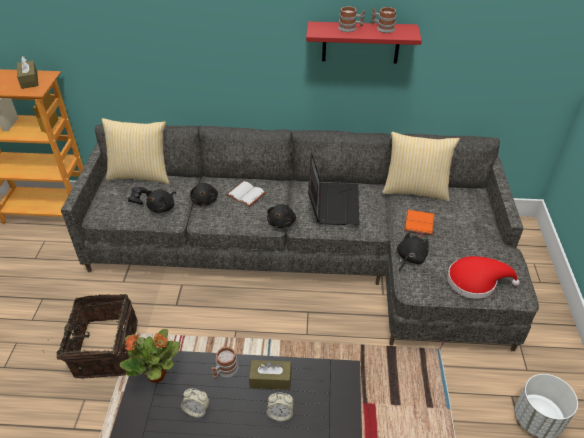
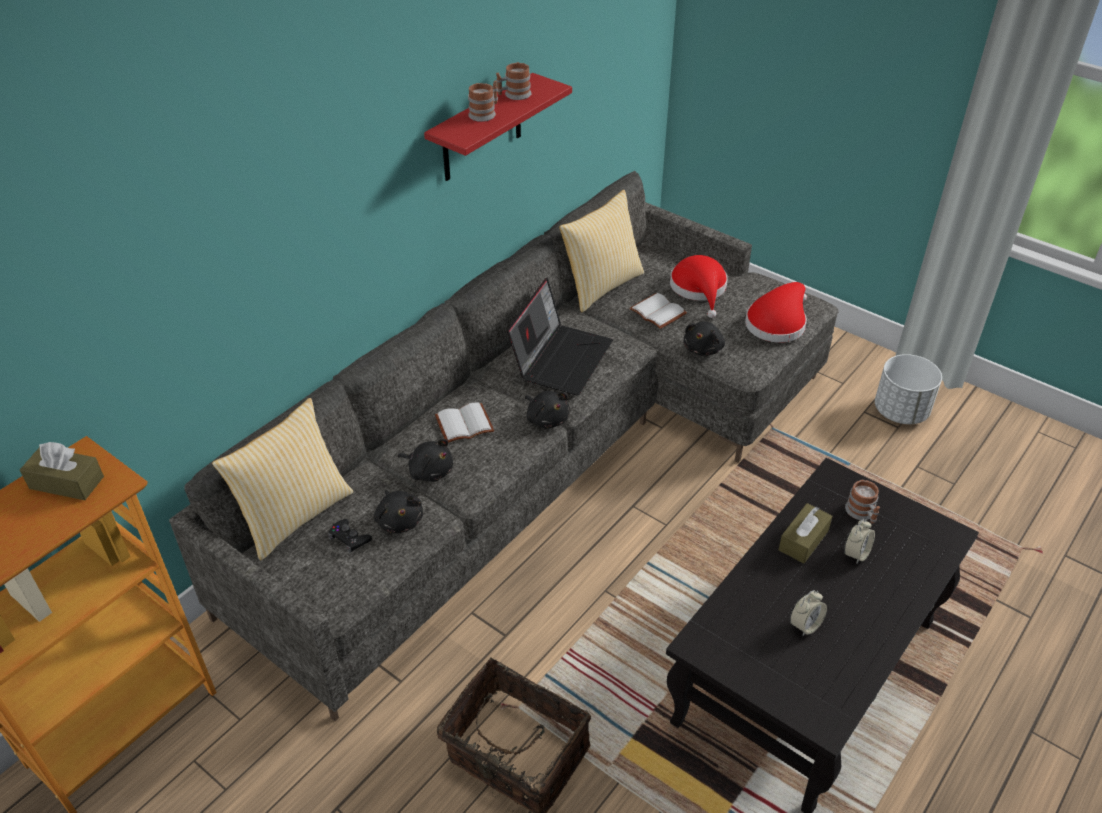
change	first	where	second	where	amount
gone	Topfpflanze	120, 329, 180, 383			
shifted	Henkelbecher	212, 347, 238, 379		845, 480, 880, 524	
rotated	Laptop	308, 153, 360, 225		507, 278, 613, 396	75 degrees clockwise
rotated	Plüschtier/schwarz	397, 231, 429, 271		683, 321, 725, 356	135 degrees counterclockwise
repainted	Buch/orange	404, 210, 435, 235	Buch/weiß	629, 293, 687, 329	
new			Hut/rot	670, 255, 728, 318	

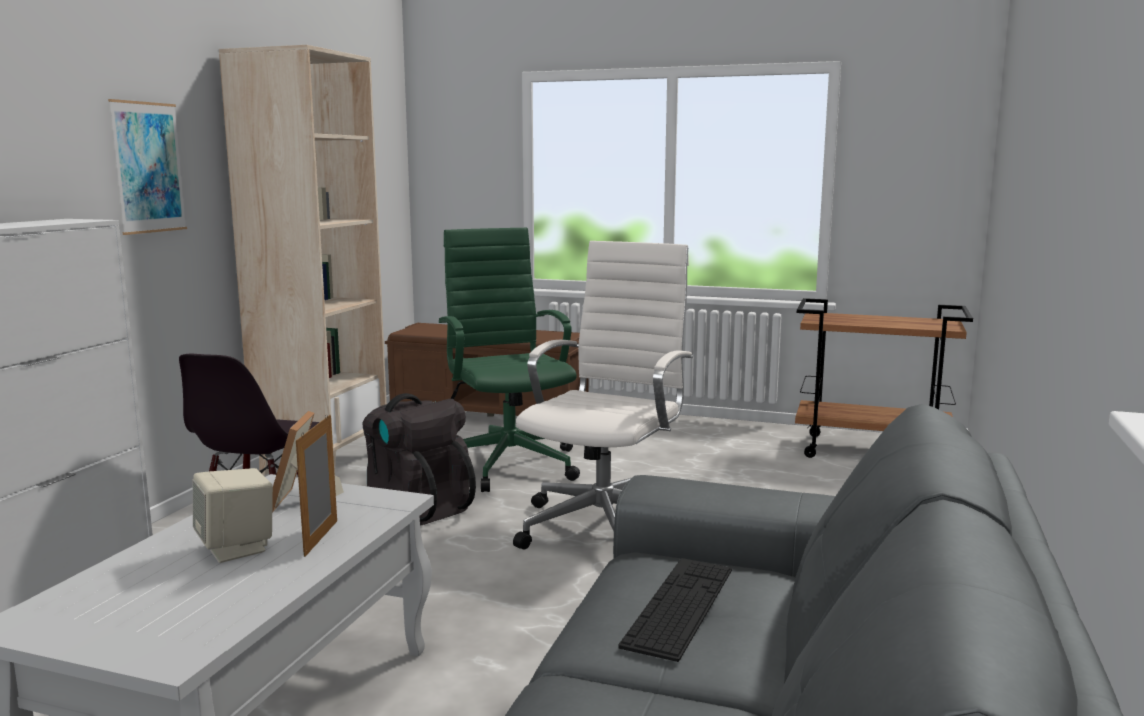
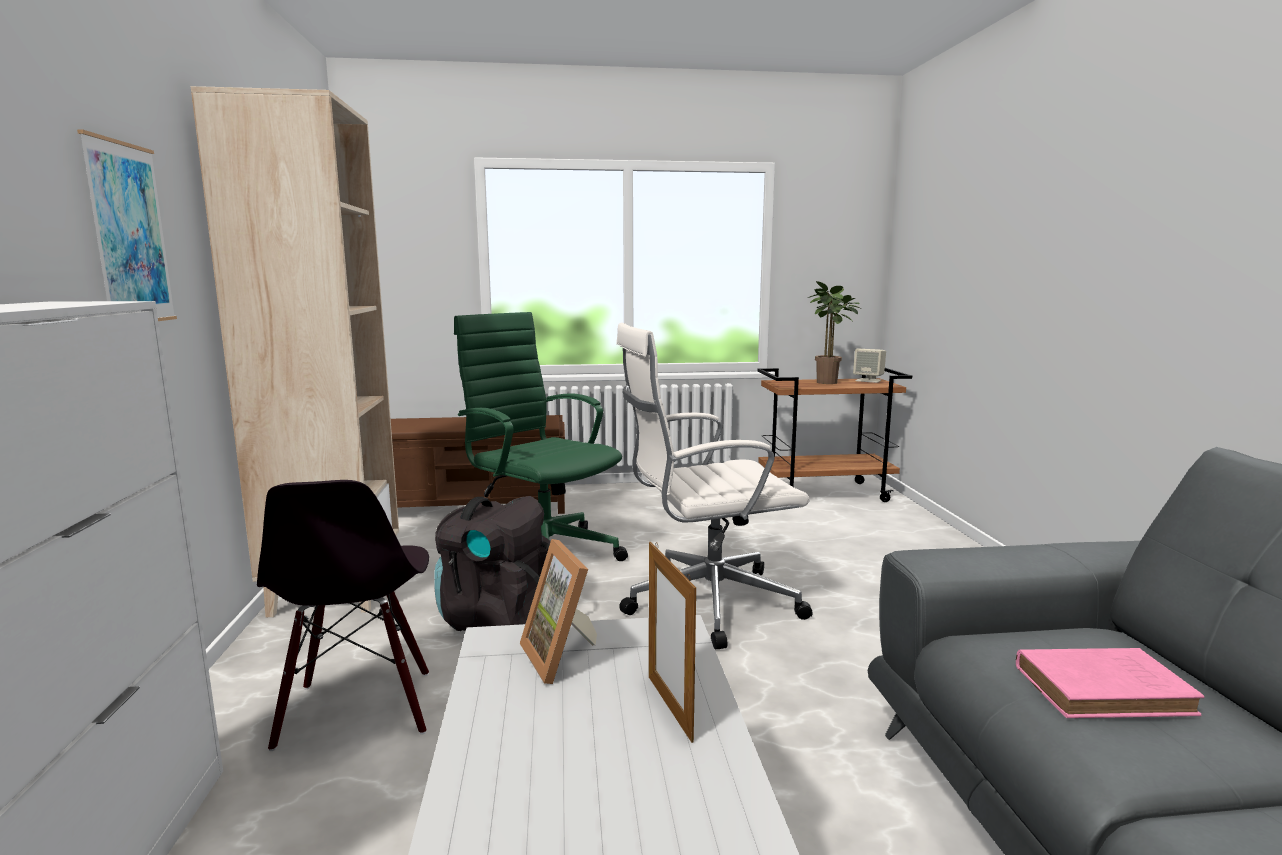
change	first	where	second	where	amount
shifted	Lautsprecher/beige	193, 468, 273, 563		853, 348, 886, 383	
rotated	Bürostuhl/weiß	513, 241, 693, 550		616, 323, 813, 650	105 degrees counterclockwise
swapped	Tastatur	618, 558, 732, 662	Buch/rosa	1016, 648, 1204, 718	
new			Topfpflanze	808, 281, 862, 384	

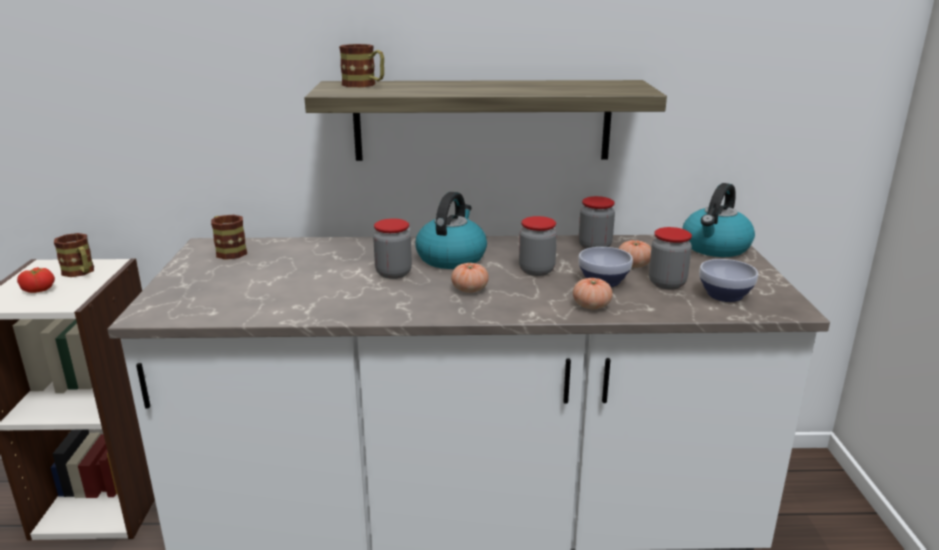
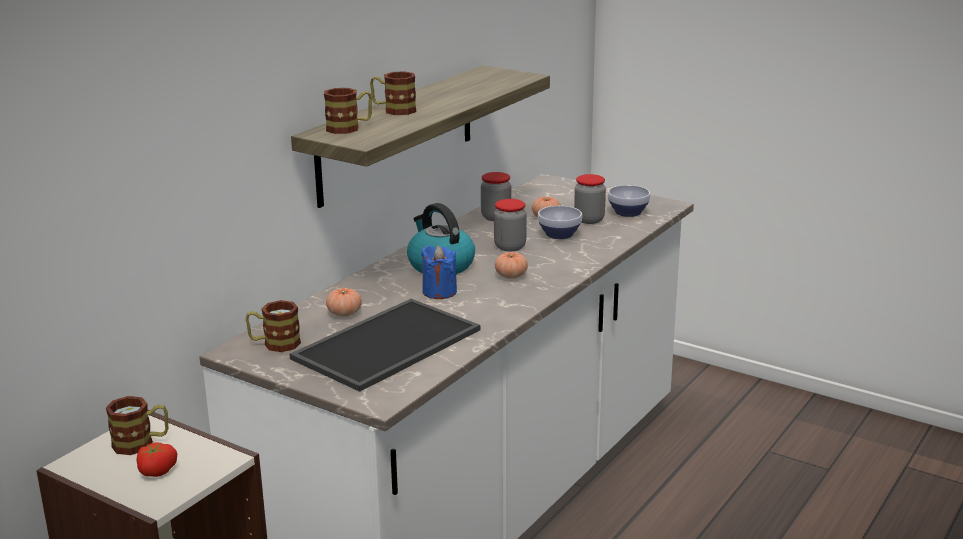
change	first	where	second	where	amount
swapped	Vorratsglas	373, 218, 412, 279	Kerze/blau	421, 246, 457, 299	
shifted	Tomate	573, 278, 613, 309		326, 288, 362, 317	
gone	Wasserkessel	682, 183, 755, 257			
new			Tablett	290, 299, 480, 392	
new			Henkelbecher	370, 71, 416, 115	

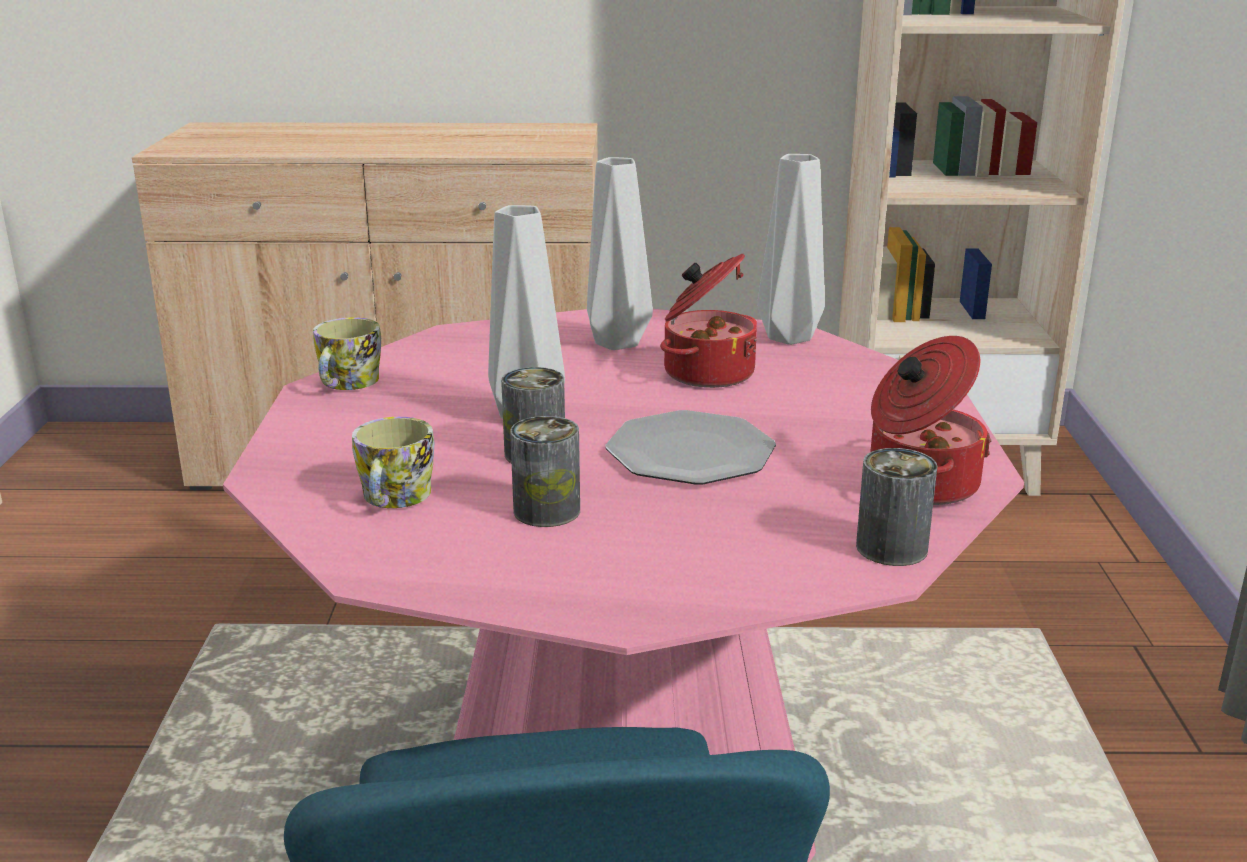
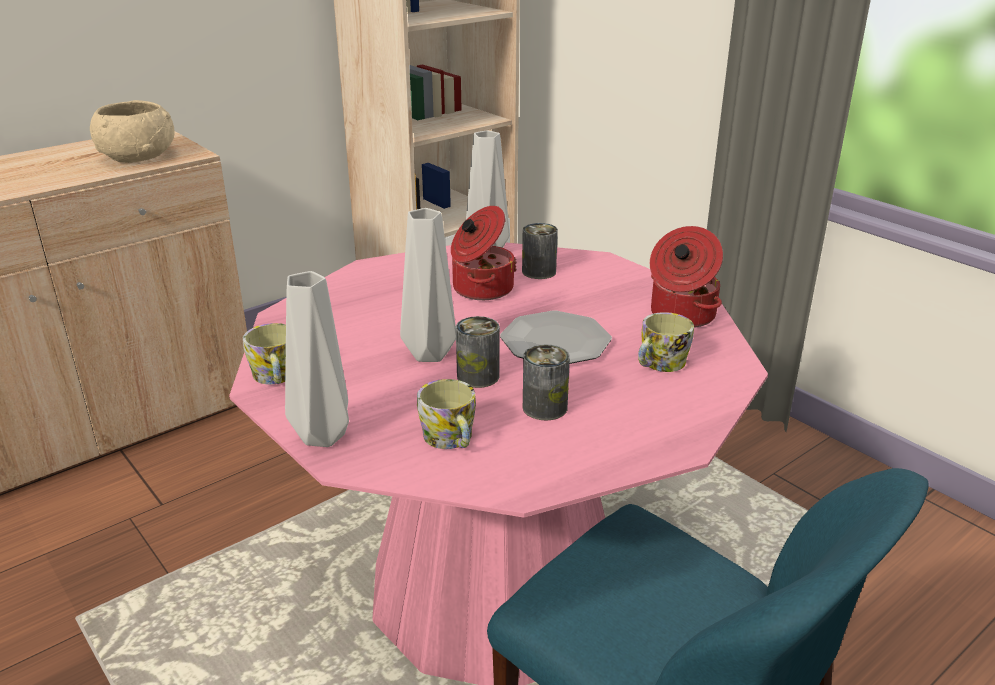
change	first	where	second	where	amount
shifted	Vase/grau	587, 157, 653, 350		285, 271, 349, 447	
shifted	Dose	856, 448, 938, 566		522, 223, 558, 279	
new			Schüssel/beige	90, 100, 174, 163	
new			Henkelbecher	638, 312, 694, 372	

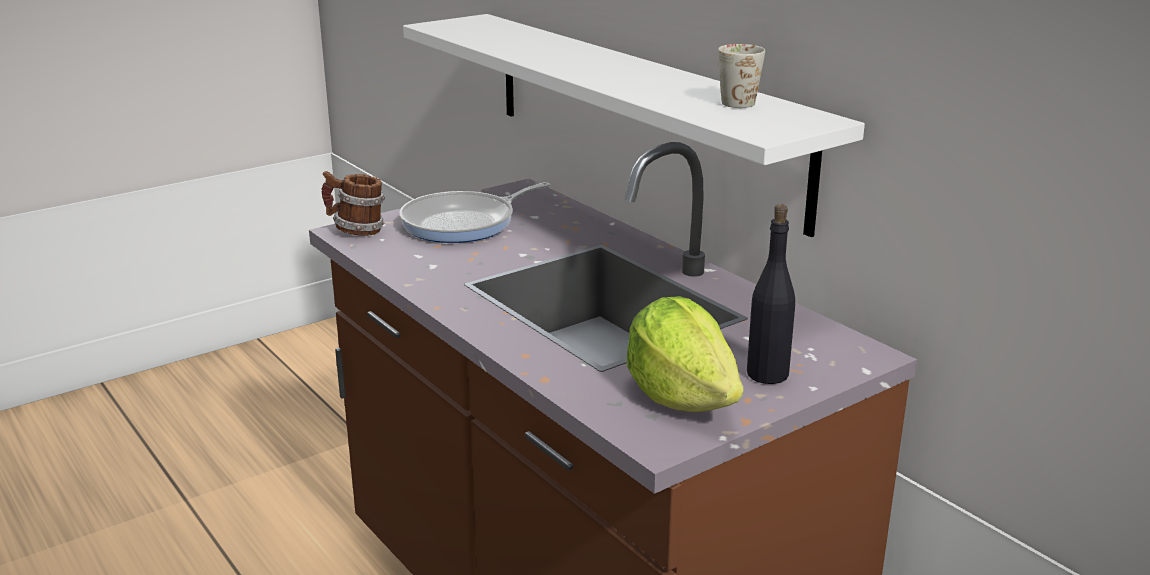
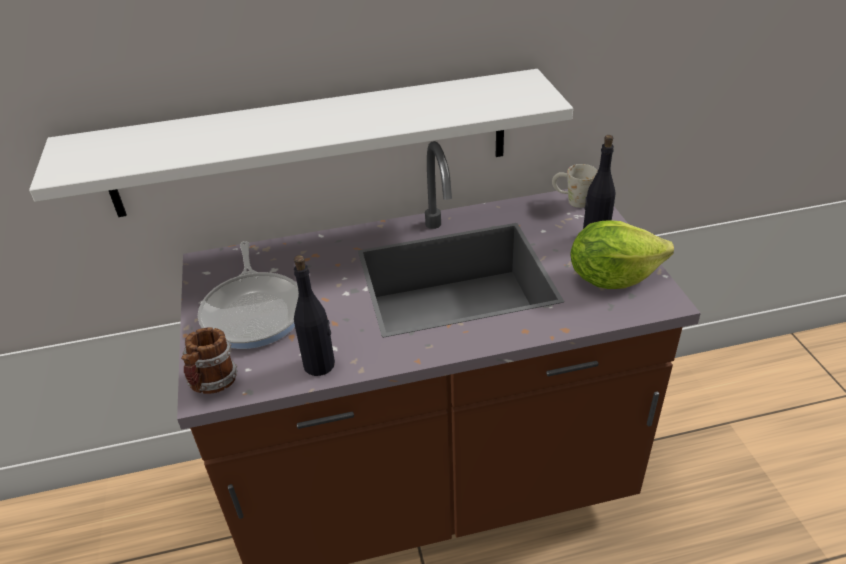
change	first	where	second	where	amount
shifted	Henkelbecher/weiß	718, 44, 765, 108		552, 164, 598, 208	
new			Flasche/schwarz	294, 255, 335, 376	

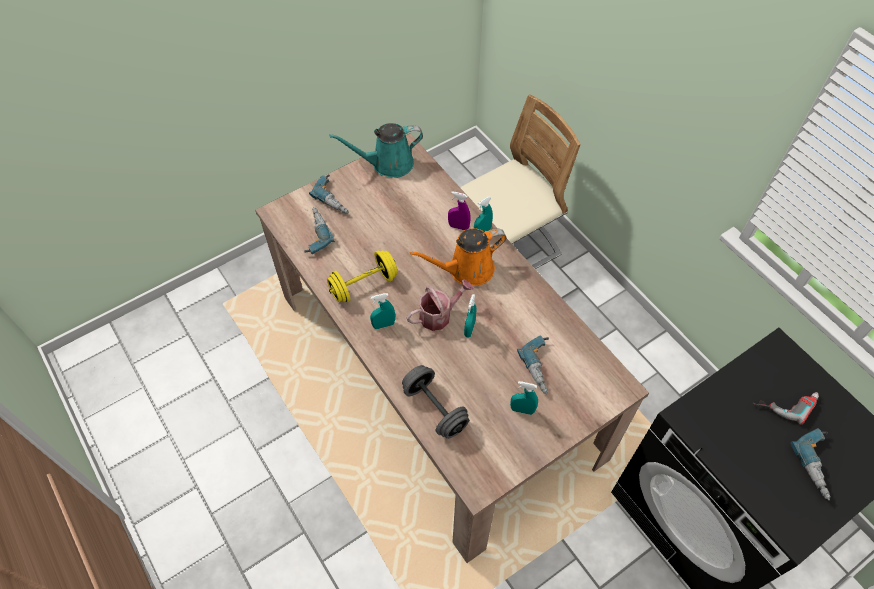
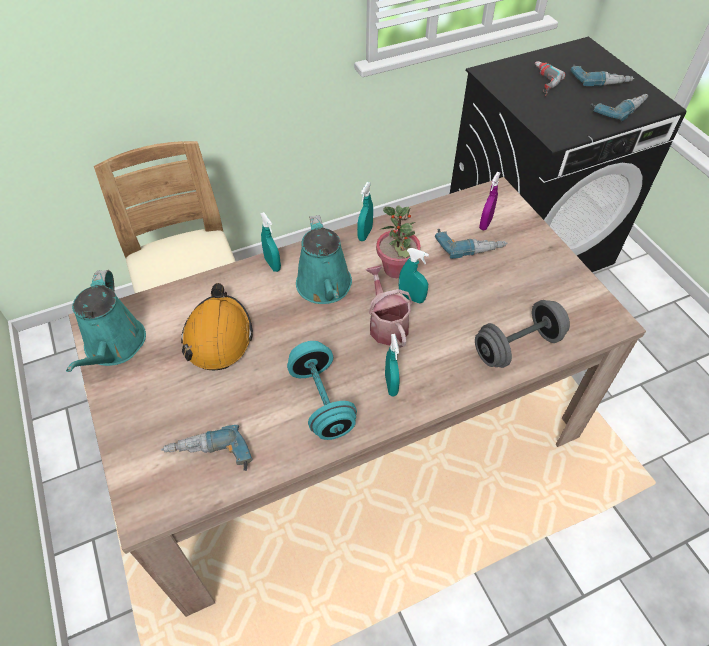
change	first	where	second	where	amount
shifted	Bohrmaschine	309, 174, 349, 214		590, 94, 648, 121	
repainted	Hantel/gelb	327, 250, 398, 302	Hantel/türkis	287, 341, 357, 440	
repainted	Gießkanne/orange	410, 228, 507, 286	Gießkanne/türkis	296, 215, 352, 304	
shifted	Sprühflasche/lila	448, 191, 471, 230		479, 172, 501, 230	
shifted	Sprühflasche/türkis	510, 381, 538, 415		357, 182, 373, 241	
new			Schutzhelm/orange	181, 283, 253, 370	
new			Topfpflanze	376, 205, 421, 278	

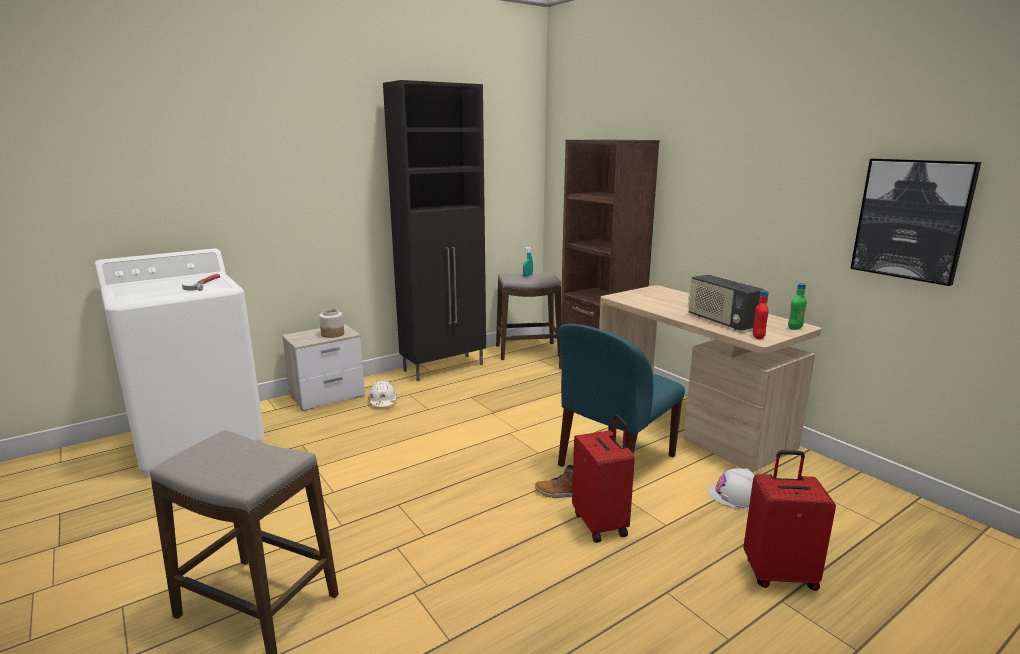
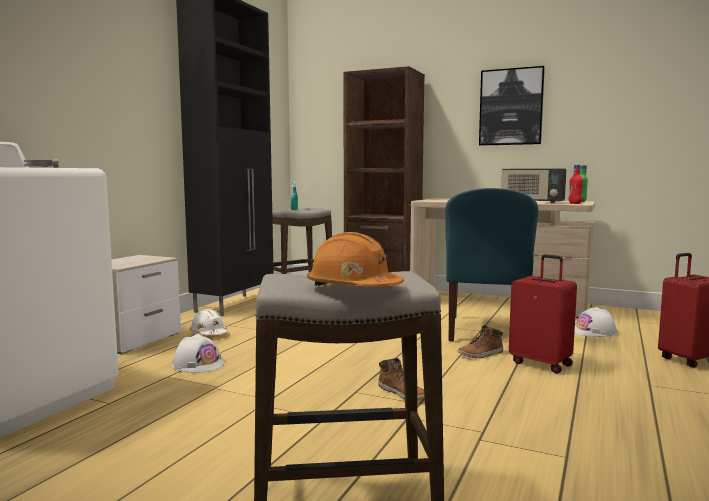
change	first	where	second	where	amount
gone	Vorratsglas	319, 309, 344, 338			
shifted	Bild	850, 159, 981, 286		479, 66, 545, 146	
new			Schutzhelm/weiß	172, 334, 224, 373	
new			Schutzhelm/orange	307, 232, 404, 287	
new			Stiefel	378, 358, 425, 400	

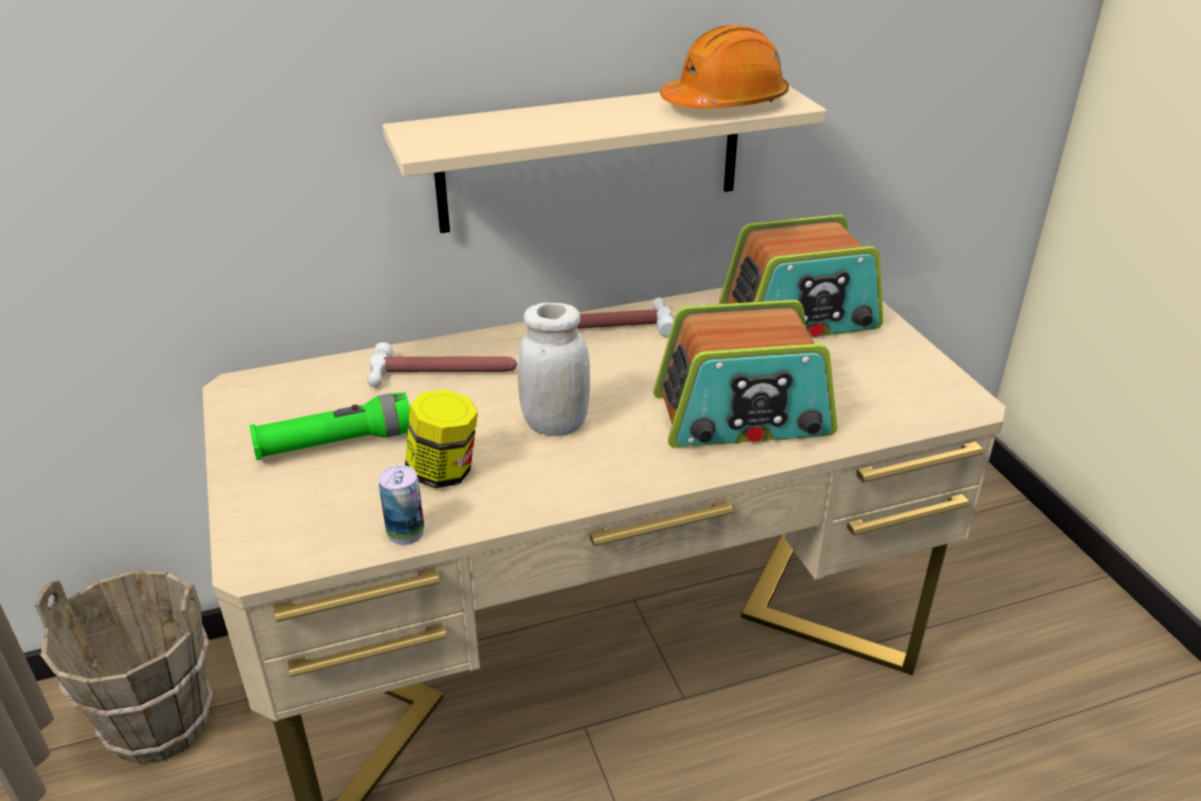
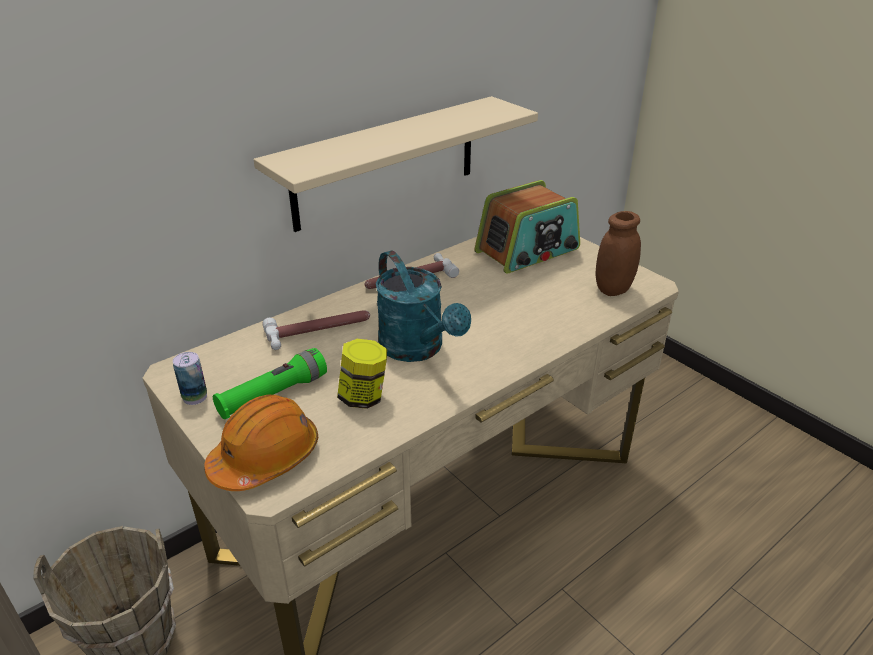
change	first	where	second	where	amount
shifted	Dose	379, 465, 424, 545		173, 352, 207, 405	
swapped	Vorratsglas/weiß	518, 303, 590, 436	Gießkanne/türkis	376, 250, 471, 362	
gone	Radio	654, 300, 838, 448			
shifted	Schutzhelm/orange	660, 25, 789, 109		204, 395, 318, 491	
new			Vorratsglas/braun	595, 211, 641, 296	

